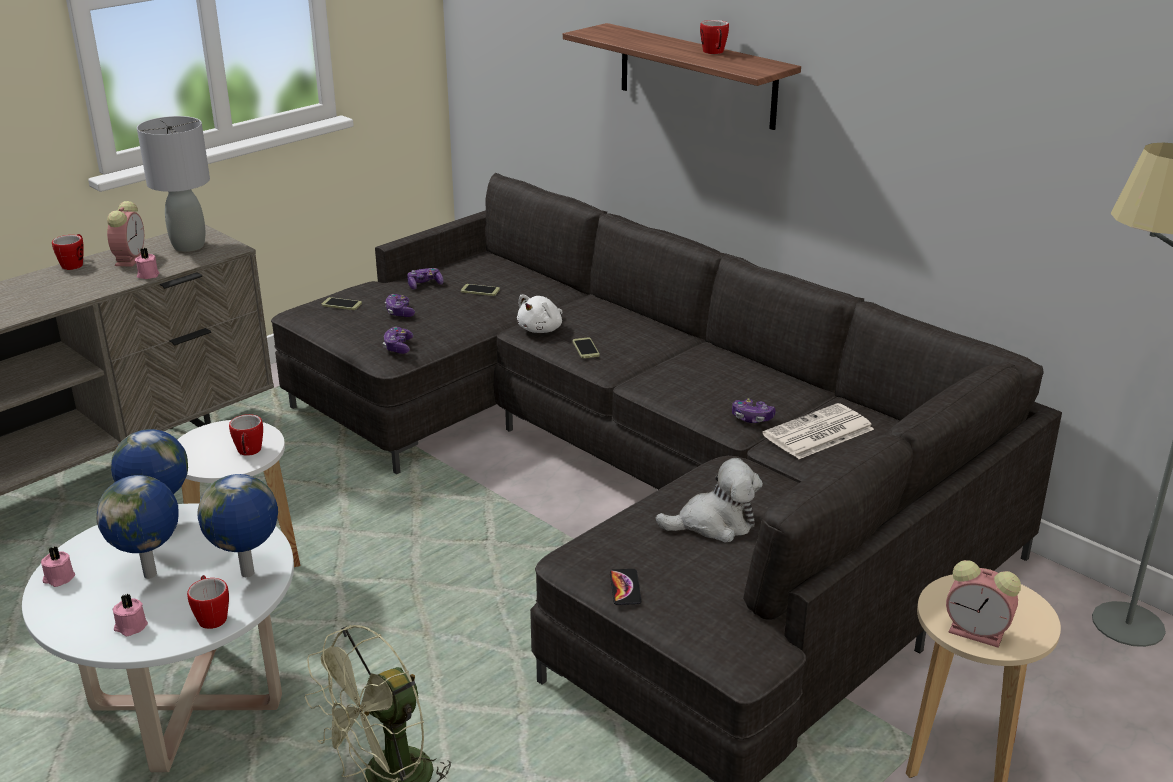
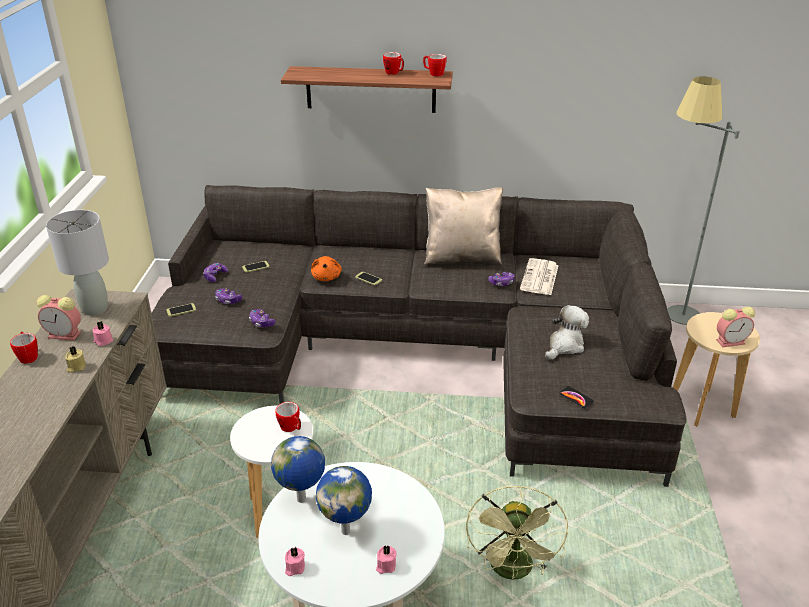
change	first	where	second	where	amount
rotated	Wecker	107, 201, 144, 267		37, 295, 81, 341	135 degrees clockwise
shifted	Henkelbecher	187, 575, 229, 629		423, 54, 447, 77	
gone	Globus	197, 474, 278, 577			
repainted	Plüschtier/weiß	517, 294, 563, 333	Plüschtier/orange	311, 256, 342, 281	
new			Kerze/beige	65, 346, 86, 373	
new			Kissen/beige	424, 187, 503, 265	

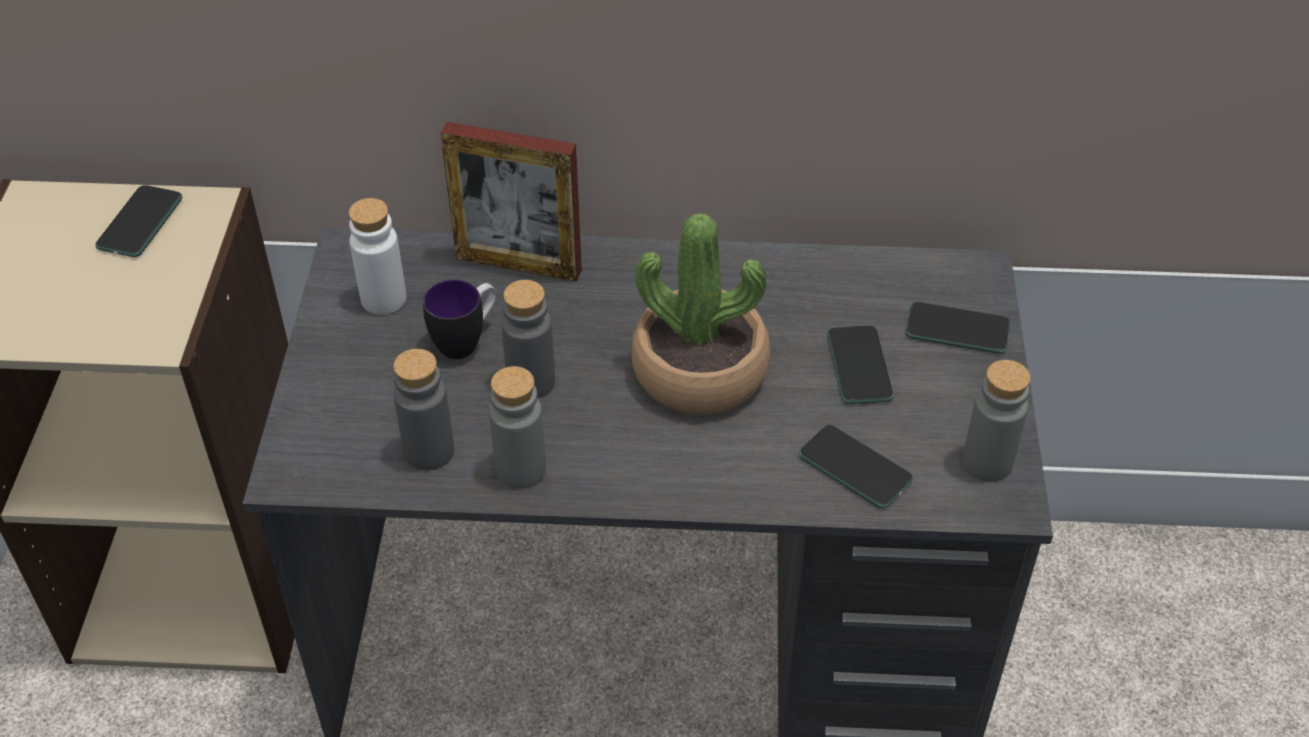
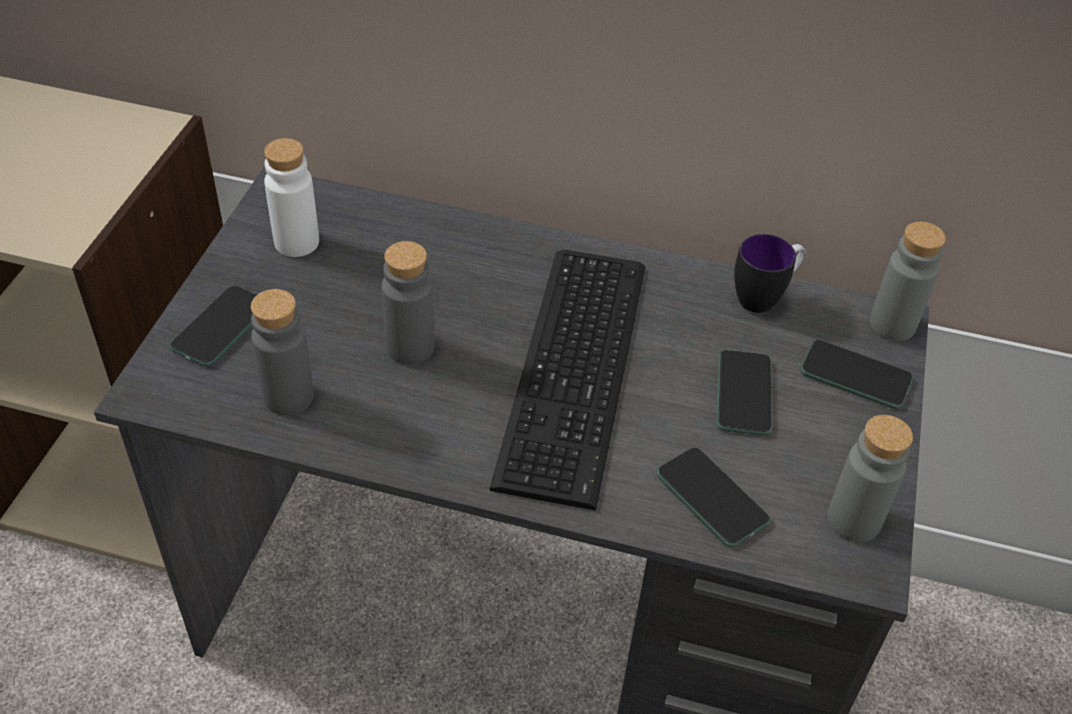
change	first	where	second	where	amount
shifted	Handy	95, 185, 182, 257		169, 286, 257, 367	
shifted	Henkelbecher	423, 280, 496, 359		734, 234, 806, 313	
gone	Bilderrahmen	441, 122, 582, 282			
shifted	Flasche/grau	489, 366, 546, 489		870, 221, 946, 341	
swapped	Topfpflanze	632, 213, 770, 415	Tastatur	490, 250, 645, 510	

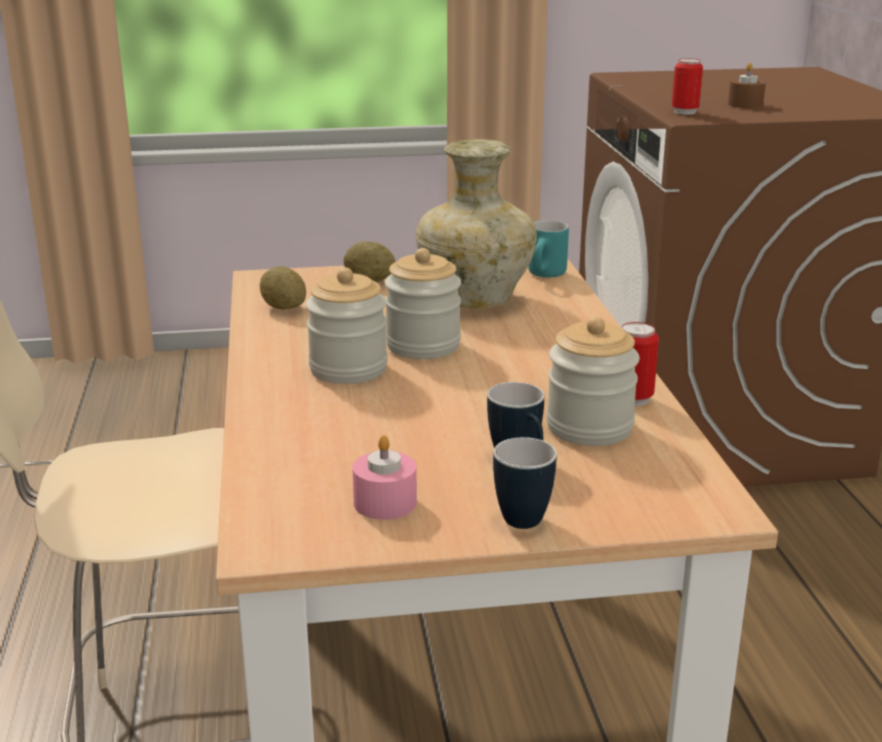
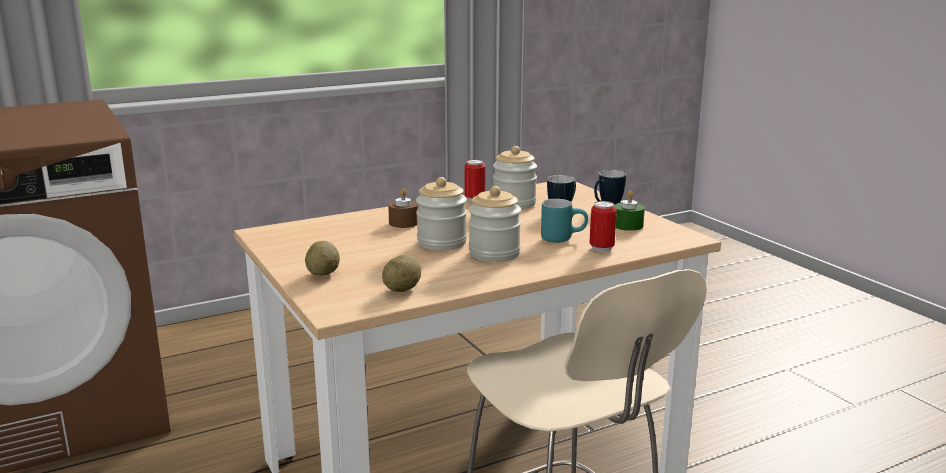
change	first	where	second	where	amount
repainted	Kerze/rosa	353, 435, 417, 520	Kerze/grün	614, 191, 645, 231	
gone	Vase/beige	416, 139, 537, 309			
shifted	Henkelbecher/türkis	528, 220, 569, 278		541, 199, 588, 243	
shifted	Dose	672, 58, 703, 115		589, 201, 617, 252	
shifted	Kerze/braun	728, 63, 766, 108		388, 189, 418, 228	

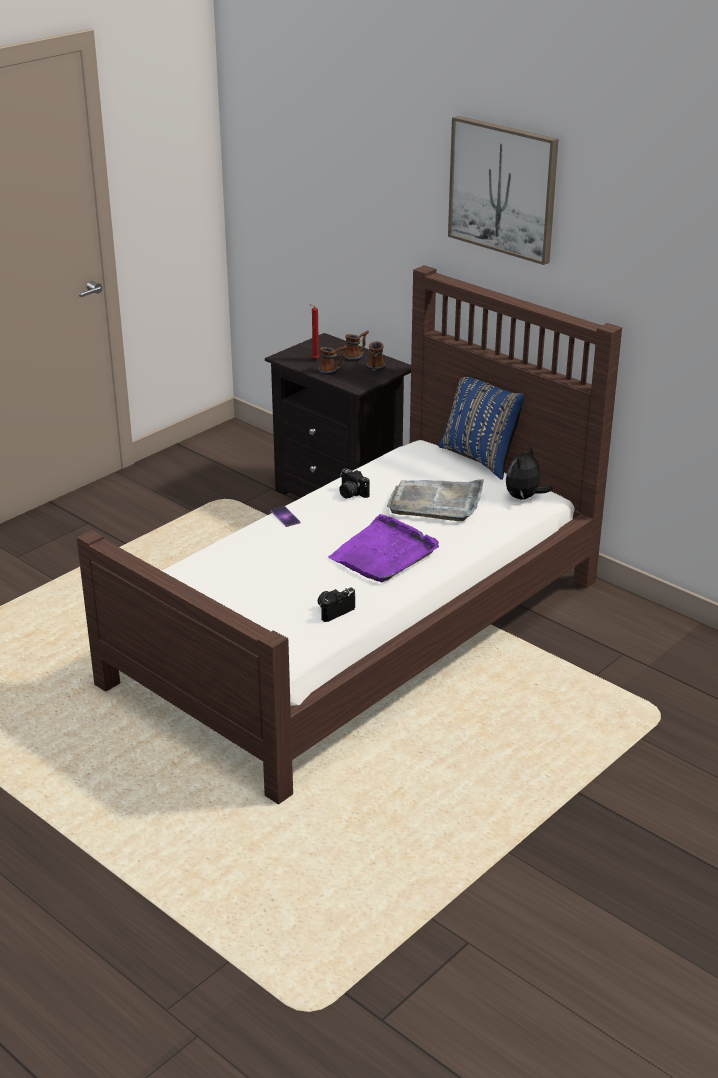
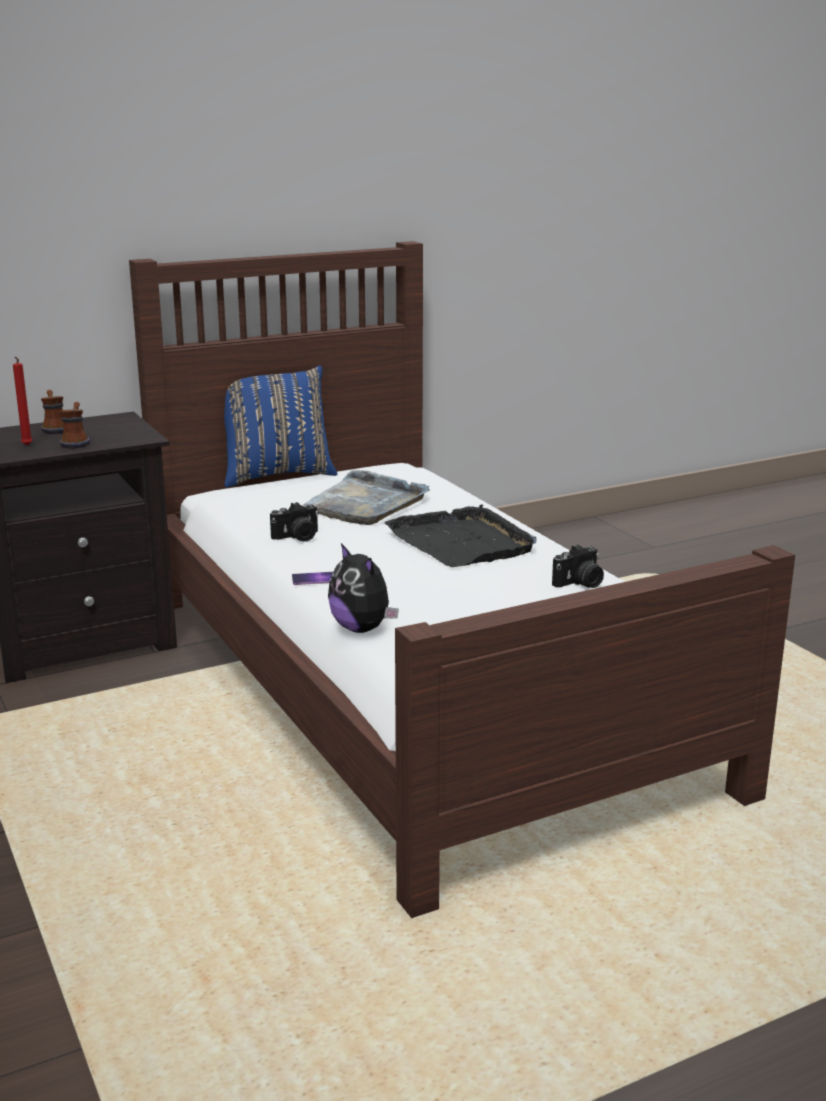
change	first	where	second	where	amount
rotated	Kamera	318, 588, 355, 622		552, 545, 604, 588	105 degrees counterclockwise
repainted	Tablett/lila	328, 514, 439, 582	Tablett/schwarz	385, 504, 536, 567	
gone	Henkelbecher	366, 341, 386, 373			
gone	Bild	448, 116, 559, 265			
shifted	Plüschtier	506, 446, 552, 500		328, 543, 399, 633	

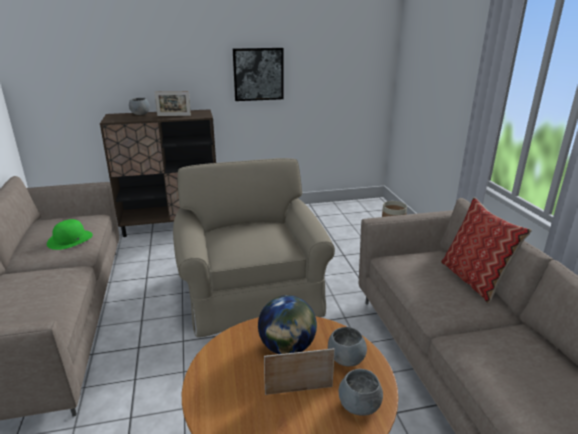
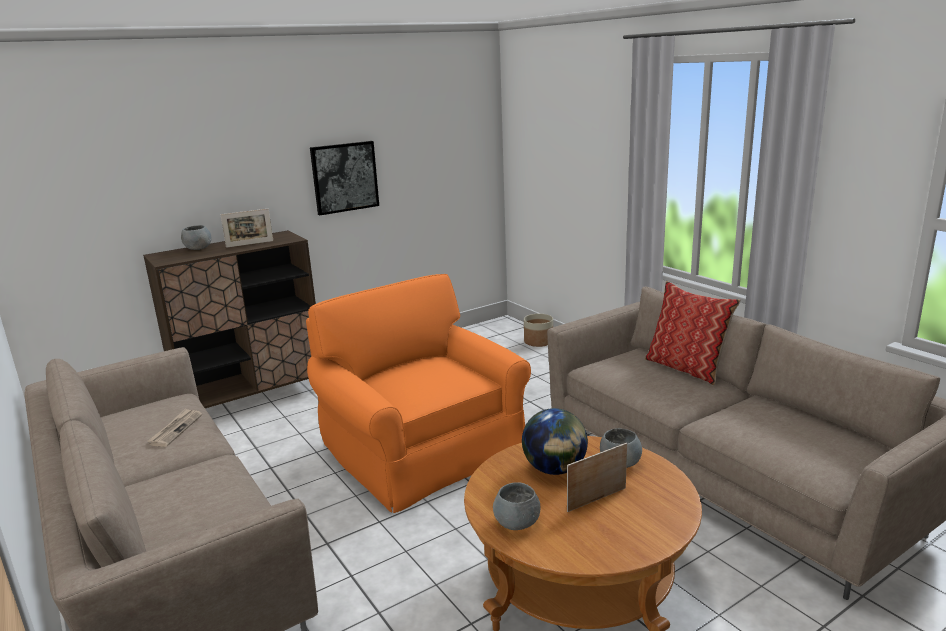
change	first	where	second	where	amount
swapped	Hut/grün	47, 219, 93, 250	Zeitung	147, 408, 202, 447	
repainted	Sessel/beige	173, 158, 335, 337	Sessel/orange	306, 274, 531, 513	
shifted	Schüssel/grau	339, 369, 383, 416		493, 482, 540, 530	

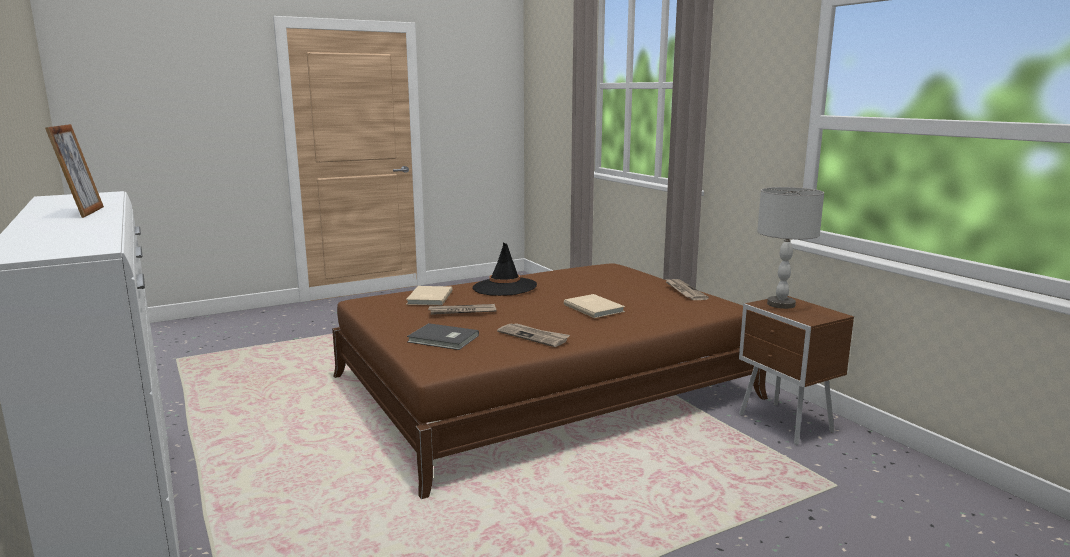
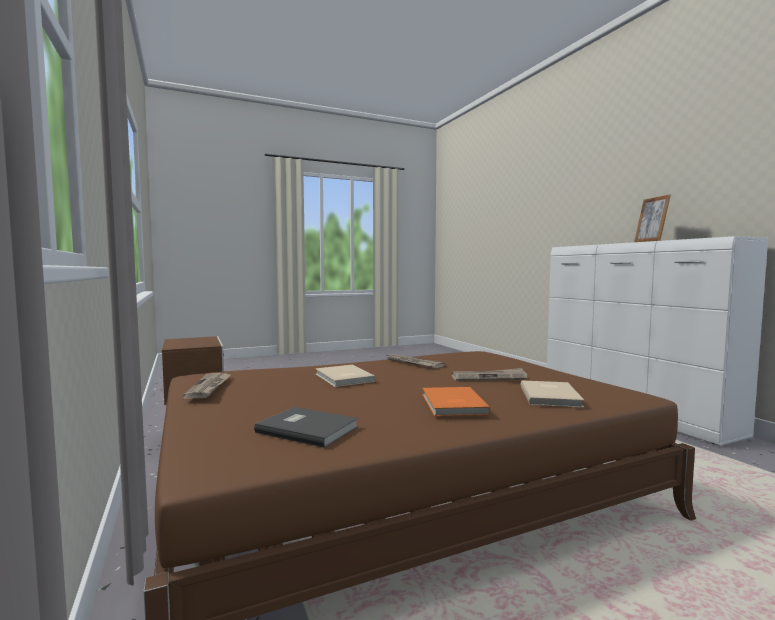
change	first	where	second	where	amount
shifted	Buch/grau	407, 323, 479, 350		254, 407, 358, 448	
swapped	Hut/schwarz	473, 243, 537, 296	Buch/orange	422, 387, 491, 416	
gone	Tischlampe/grau	757, 187, 824, 309			

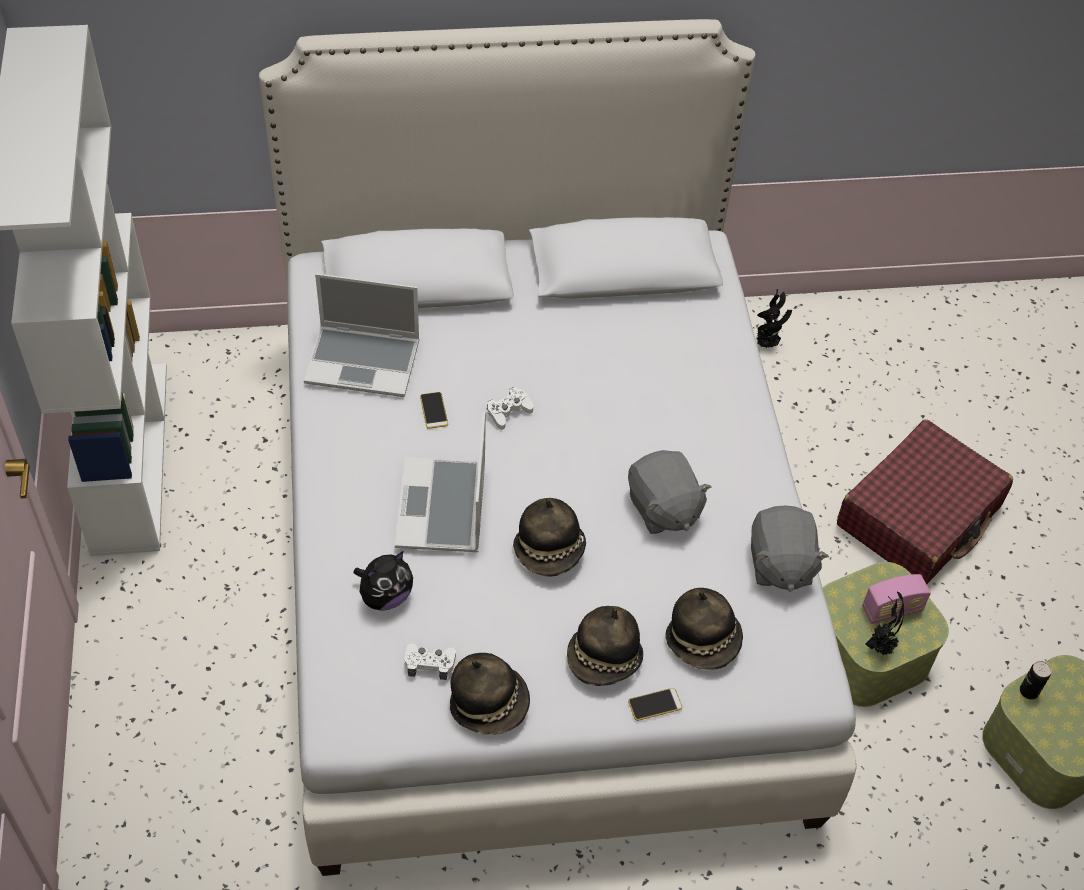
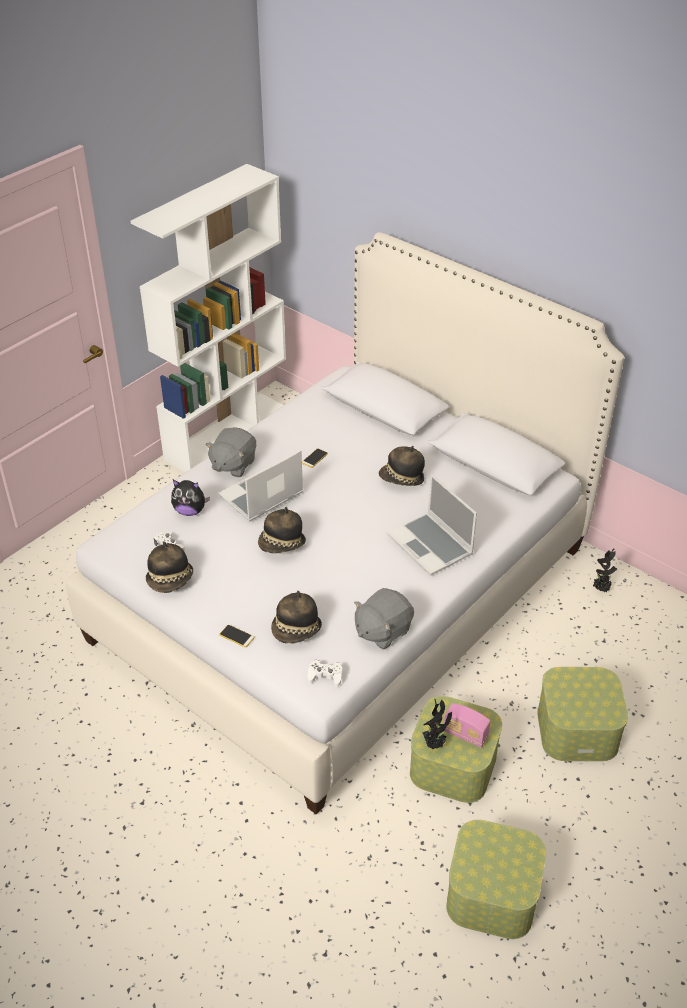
change	first	where	second	where	amount
shifted	Laptop	304, 273, 419, 397		387, 474, 477, 576	
shifted	Gamepad/weiß	487, 387, 533, 430		307, 660, 343, 687	
shifted	Hut	567, 606, 643, 686		379, 446, 425, 486	
shifted	Plüschtier/grau	628, 450, 712, 534		206, 427, 256, 477	
swapped	Koffer/rot	837, 419, 1013, 584	Aufbewahrungsbox	537, 667, 628, 761	
gone	Dose	1020, 661, 1052, 699			

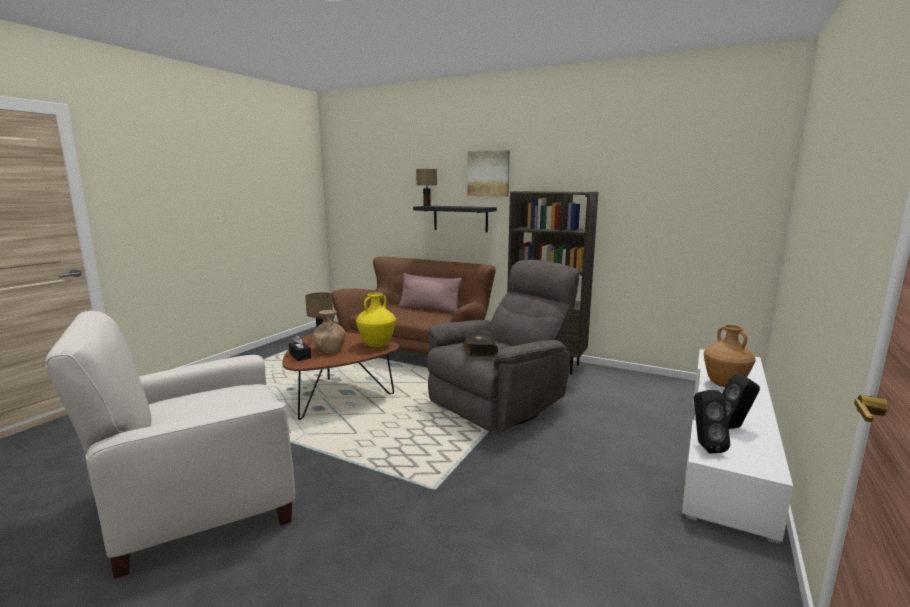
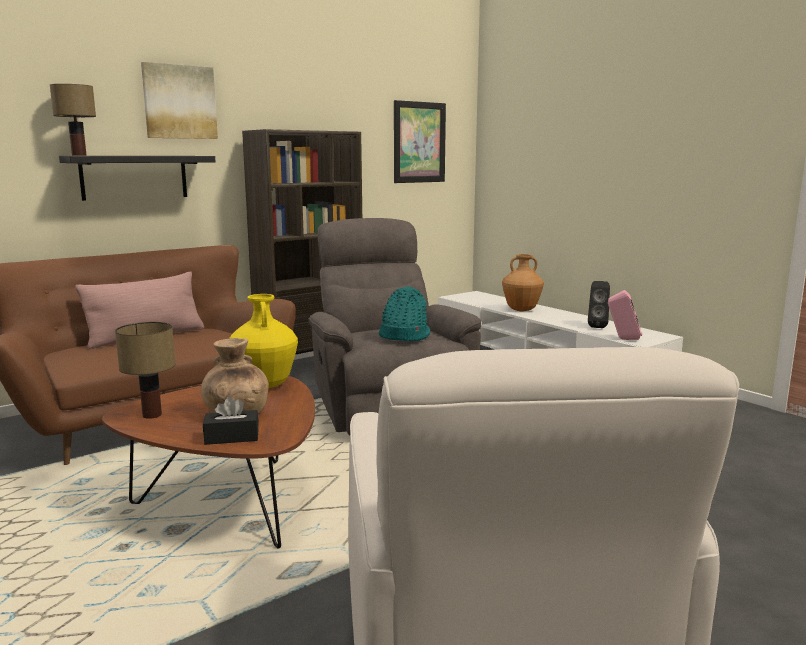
change	first	where	second	where	amount
swapped	Buch	463, 330, 498, 357	Hut/türkis	379, 286, 430, 341	
repainted	Lautsprecher/schwarz	694, 390, 730, 454	Lautsprecher/rosa	608, 290, 642, 340	
new			Bild	394, 100, 446, 183	

